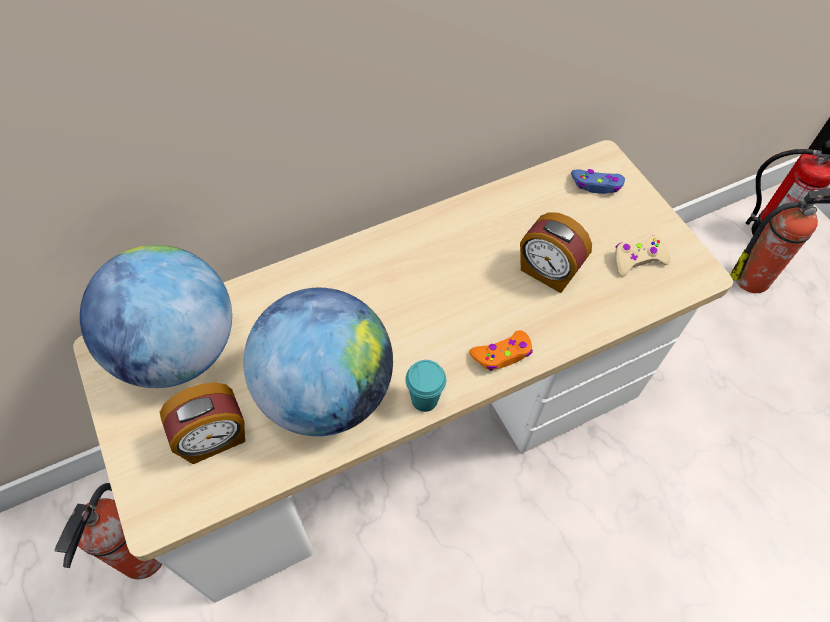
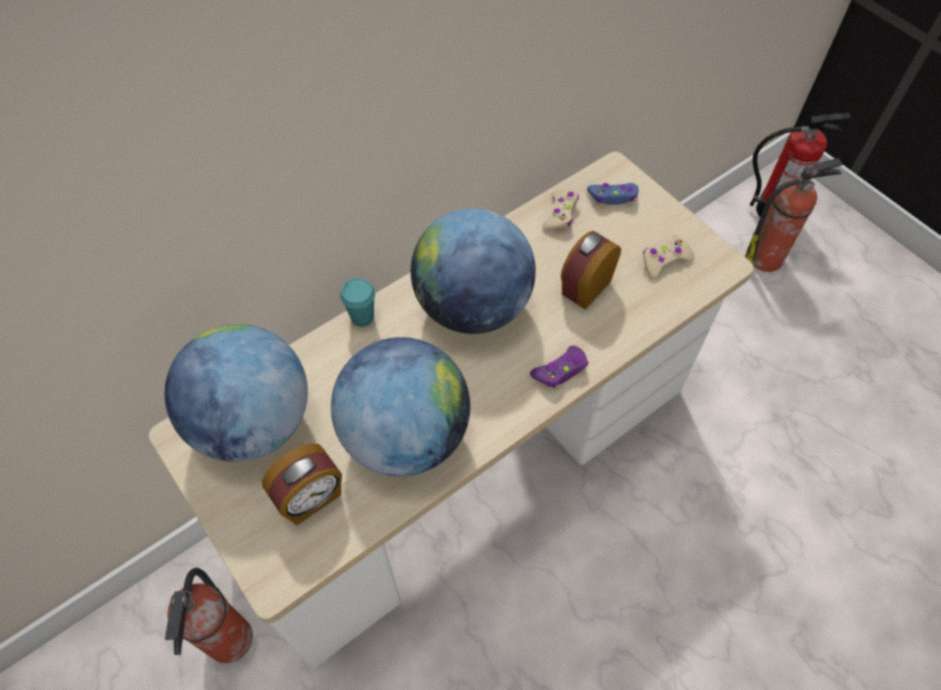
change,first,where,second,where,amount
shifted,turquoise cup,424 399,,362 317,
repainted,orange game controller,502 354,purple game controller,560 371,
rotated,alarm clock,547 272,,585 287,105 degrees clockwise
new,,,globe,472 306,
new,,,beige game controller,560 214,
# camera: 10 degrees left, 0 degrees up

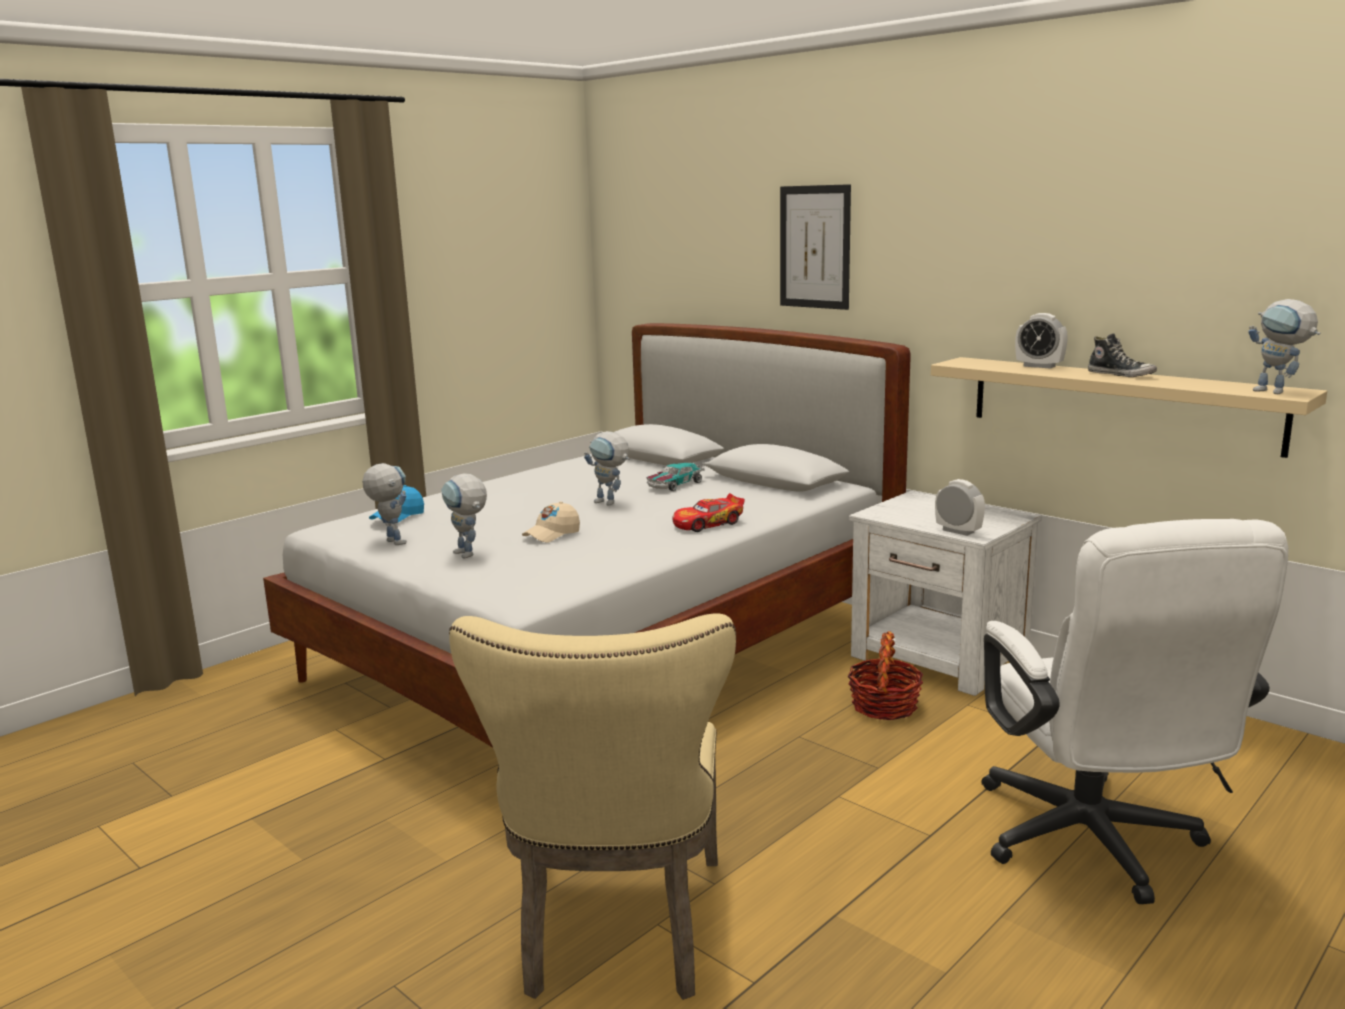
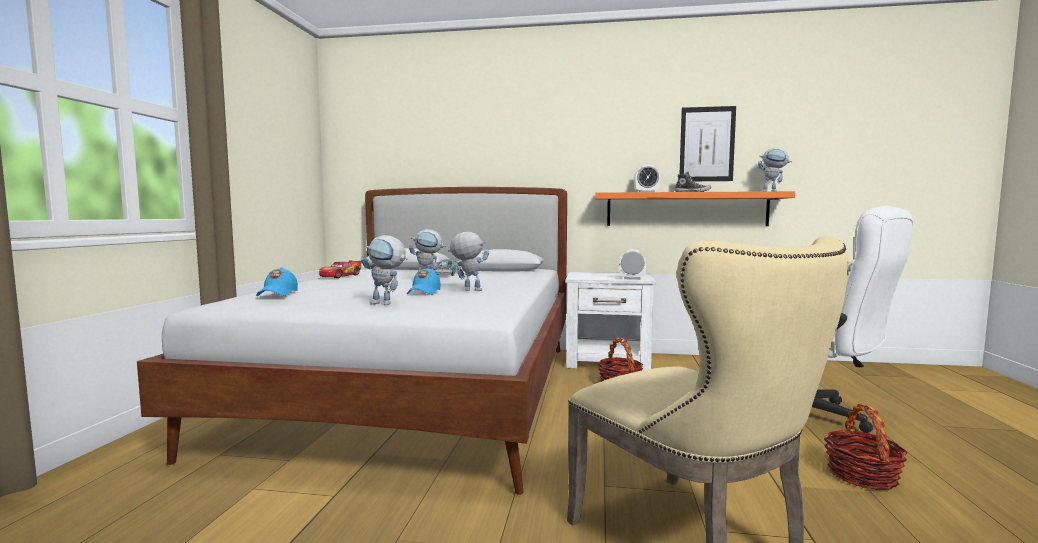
change,first,where,second,where,amount
shifted,toy robot,391 541,,467 290,
repainted,beige cap,552 534,blue cap,424 292,
shifted,toy car,708 524,,341 276,
shifted,picture,815 247,,707 144,
repainted,beige shelf,1120 403,orange shelf,686 209,
new,,,basket,862 475,
# camera: 35 degrees left, 10 degrees down

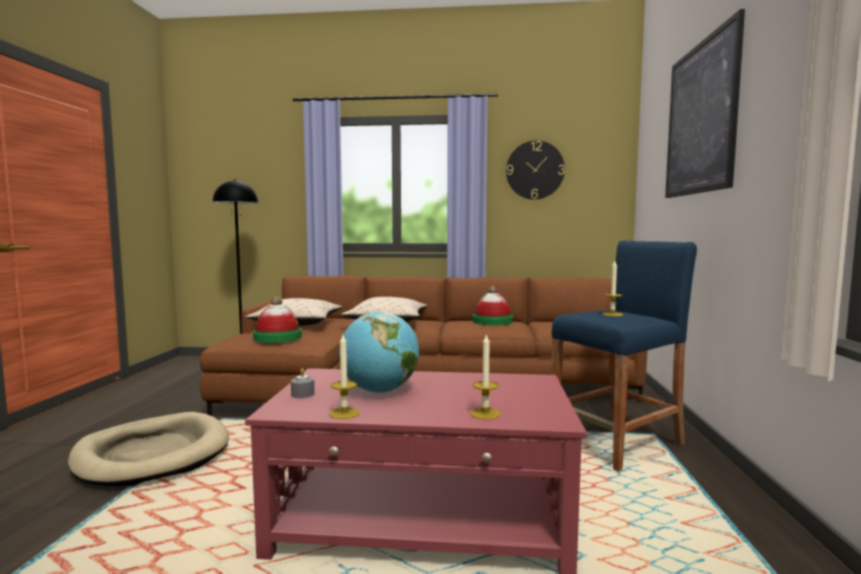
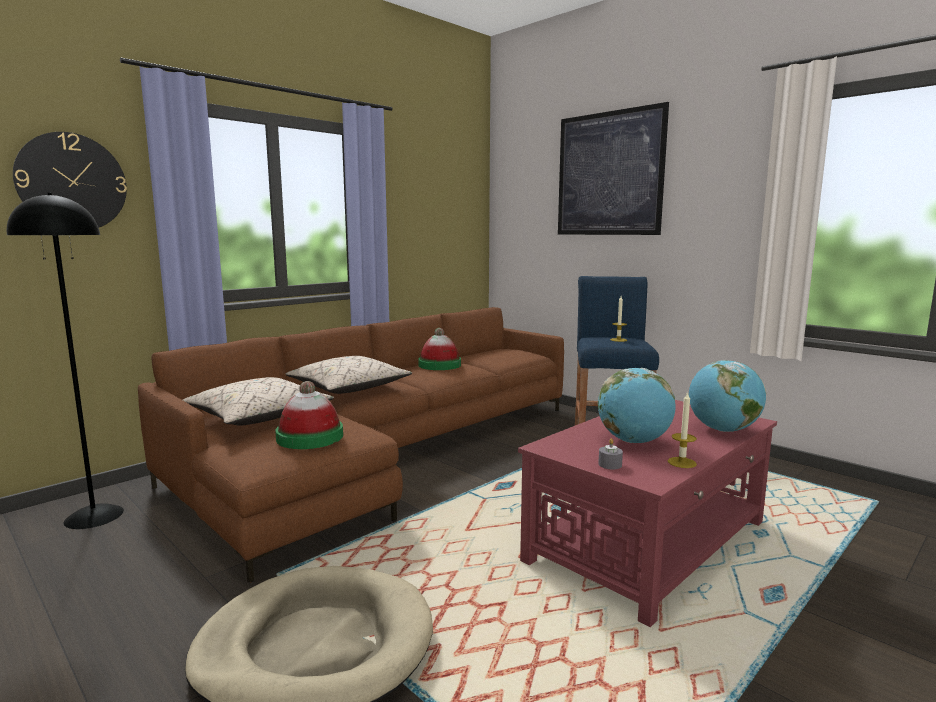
change,first,where,second,where,amount
swapped,candle,485 413,globe,723 430,
shifted,wall clock,535 170,,72 182,
# camera: 50 degrees left, 5 degrees up

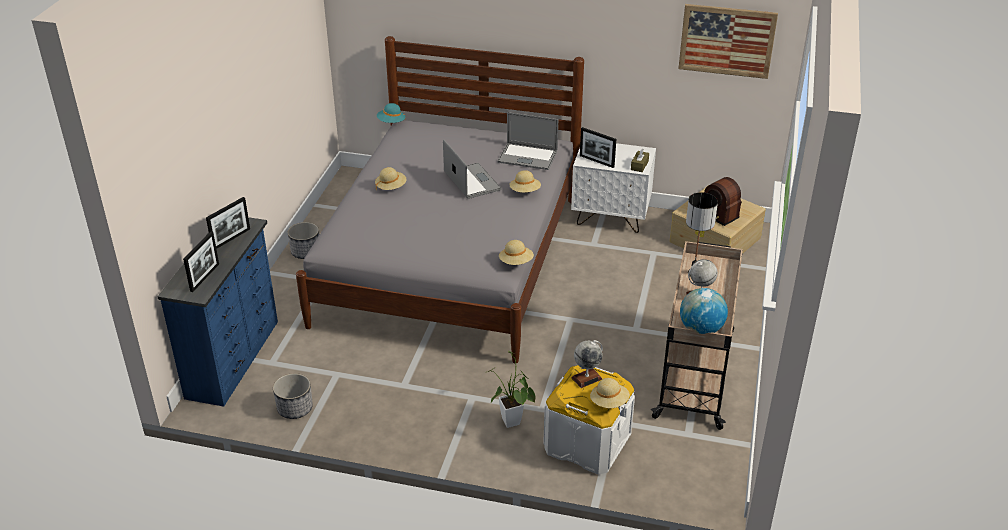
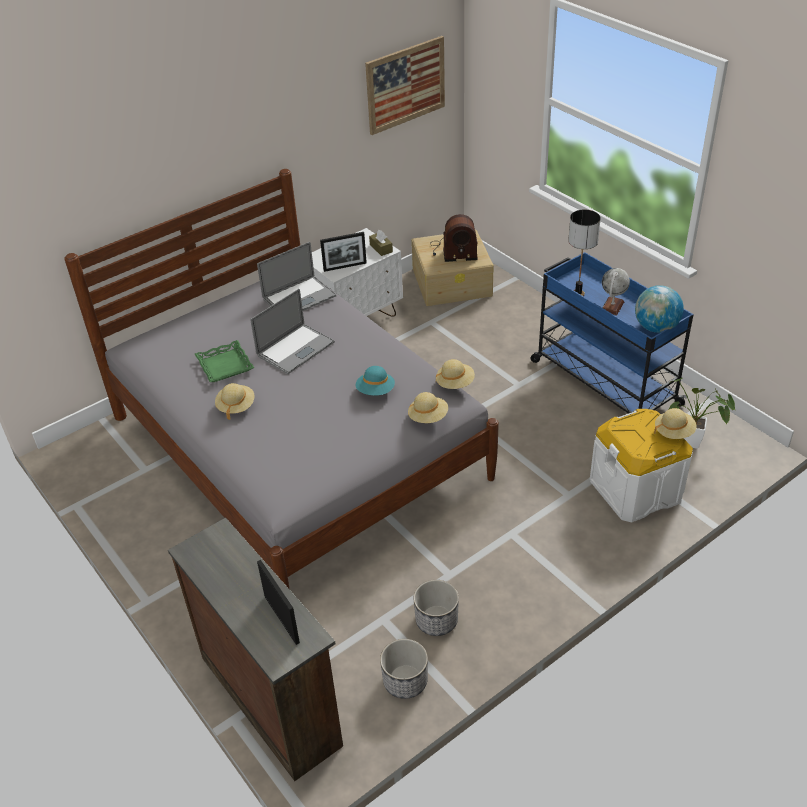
change,first,where,second,where,amount
repainted,blue dresser,235 358,brown dresser,271 698,
gone,picture frame,231 239,,,
shifted,planter,306 252,,436 620,
shifted,turquoise hat,391 122,,375 391,
rotated,laptop,472 181,,295 349,120 degrees clockwise
shifted,potted plant,512 425,,696 444,
shifted,beige hat,525 191,,428 417,
gone,globe,586 378,,,
repainted,beige cart,695 372,blue cart,603 382,
new,,,green tray,224 365,
# camera: 50 degrees left, 5 degrees up

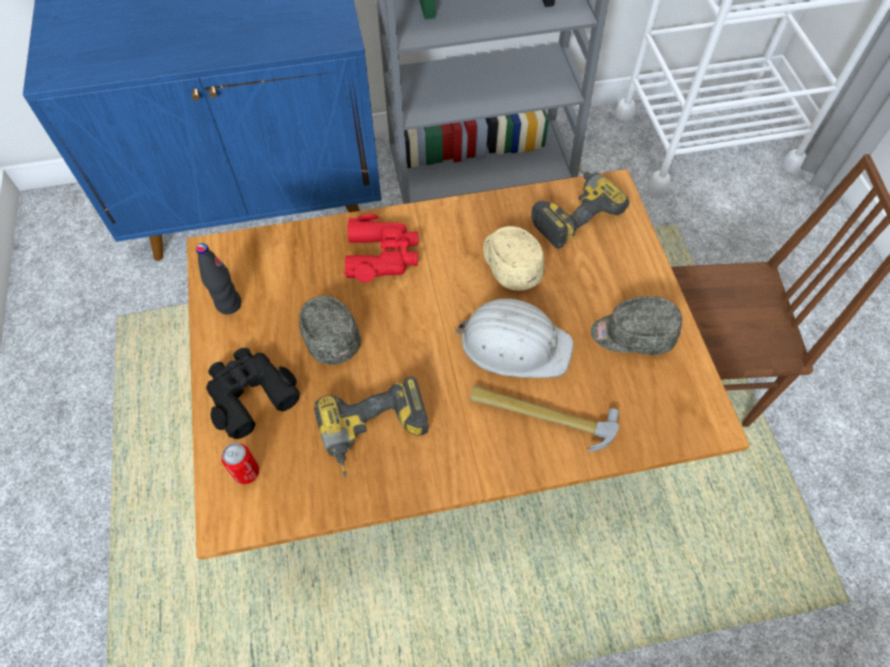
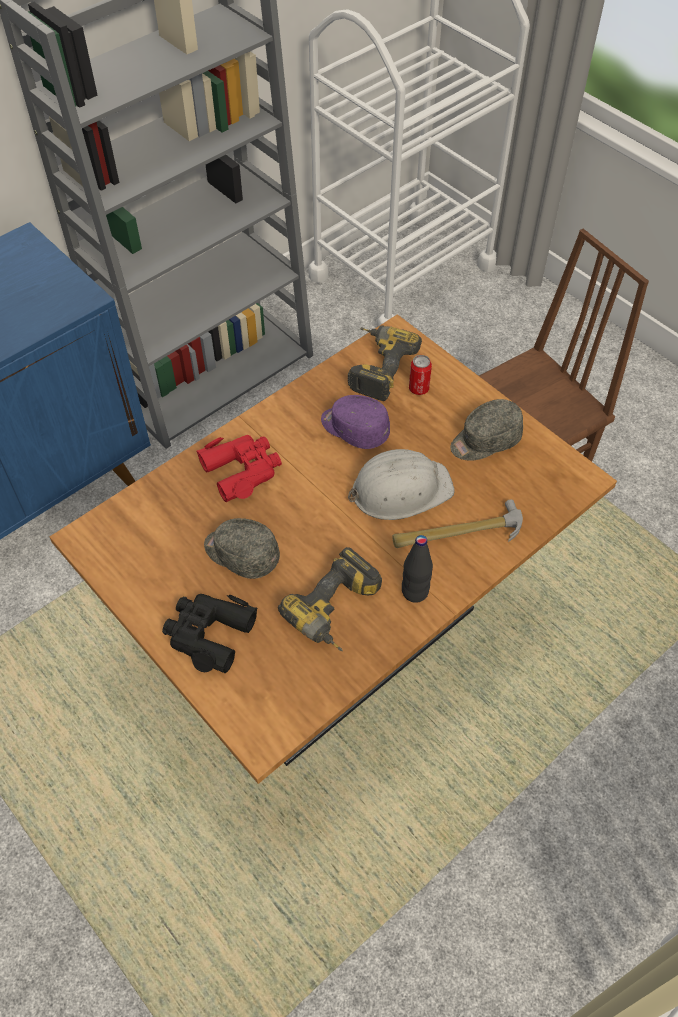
change,first,where,second,where,amount
shifted,black bottle,228 304,,414 592,
shifted,can,246 472,,418 388,
repainted,beige cap,510 263,purple cap,354 429,
# camera: 30 degrees left, 5 degrees down

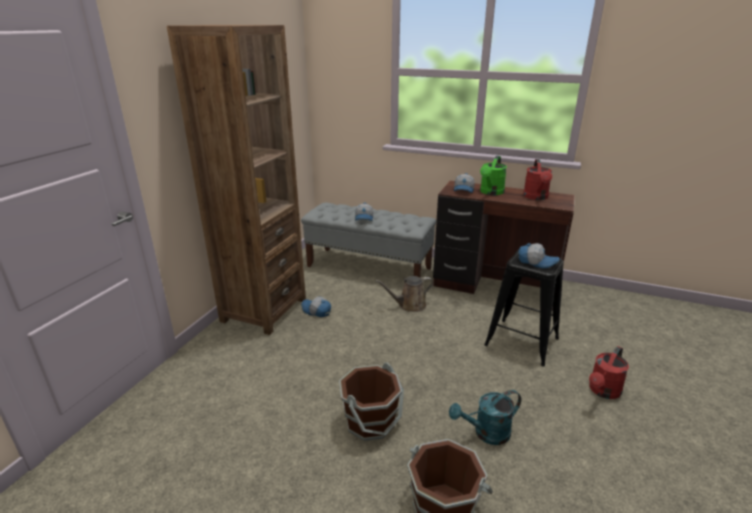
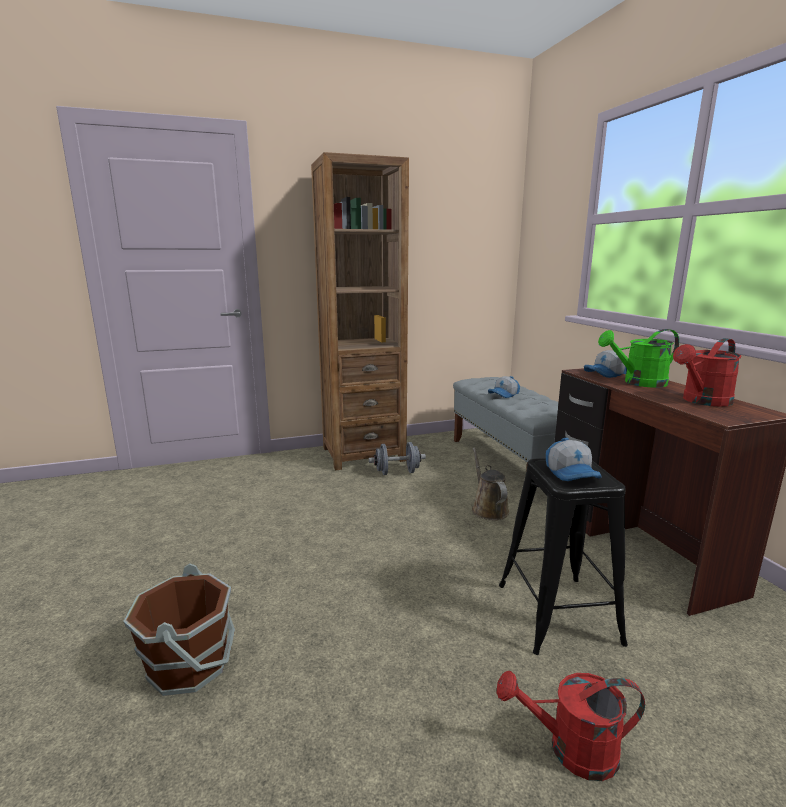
change,first,where,second,where,amount
swapped,cap,316 311,grey dumbbell,397 472,
gone,brown bucket,371 422,,,
rotated,brown watering can,409 305,,488 508,45 degrees clockwise
gone,turquoise watering can,486 433,,,
# camera: 50 degrees right, 10 degrees down

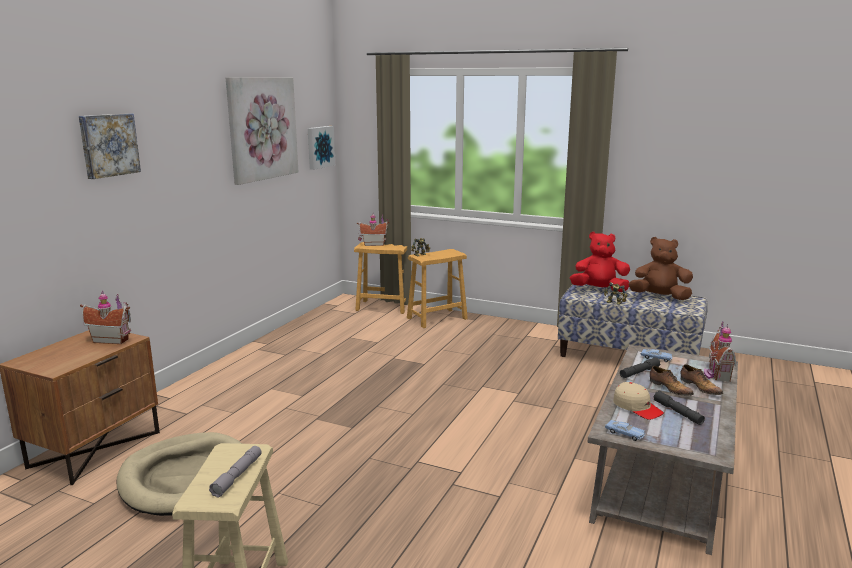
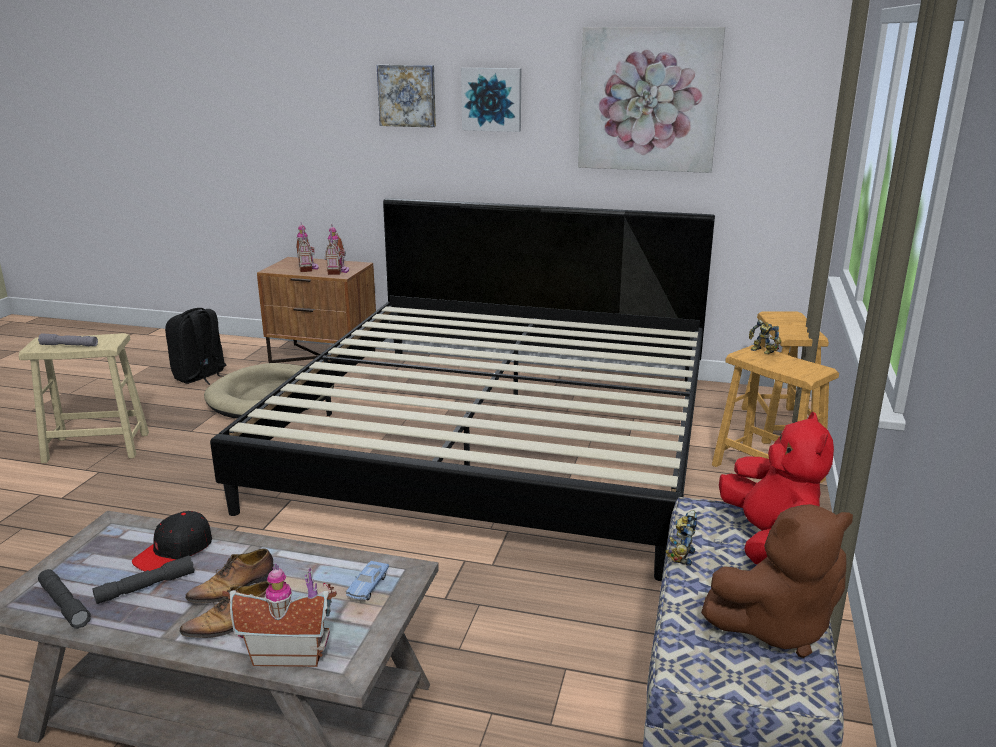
change,first,where,second,where,amount
shifted,picture,319 147,,492 99,
shifted,toy house,373 244,,308 268,
gone,blue toy car,624 434,,,
repainted,beige cap,637 407,black cap,174 551,
shifted,grey flashlight,639 372,,64 605,
rotated,brown plush toy,659 297,,776 627,75 degrees clockwise
new,,,black backpack,200 376,
new,,,bed,497 437,
# camera: 80 degrees right, 5 degrees up

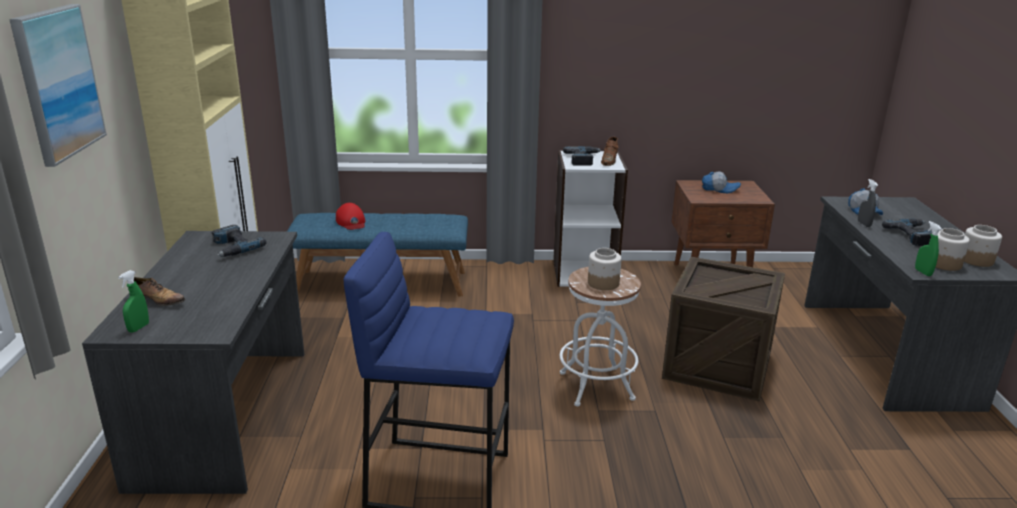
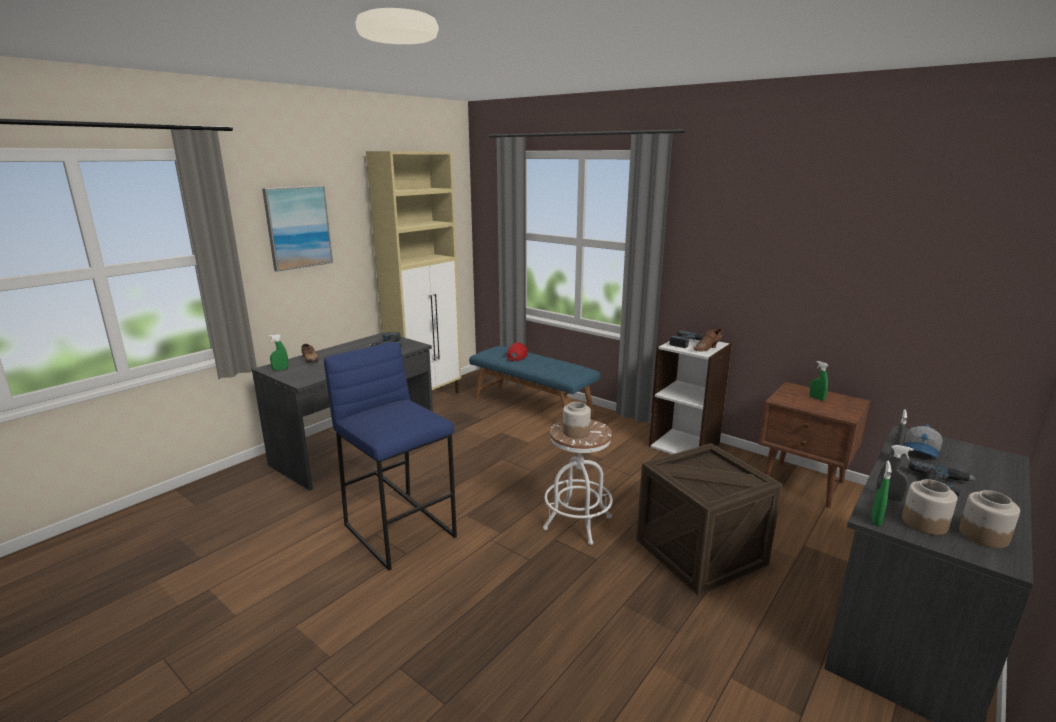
change,first,where,second,where,amount
swapped,cap,719 189,green spray bottle,816 398,
new,,,grey spray bottle,889 498,
# camera: 40 degrees right, 5 degrees down

